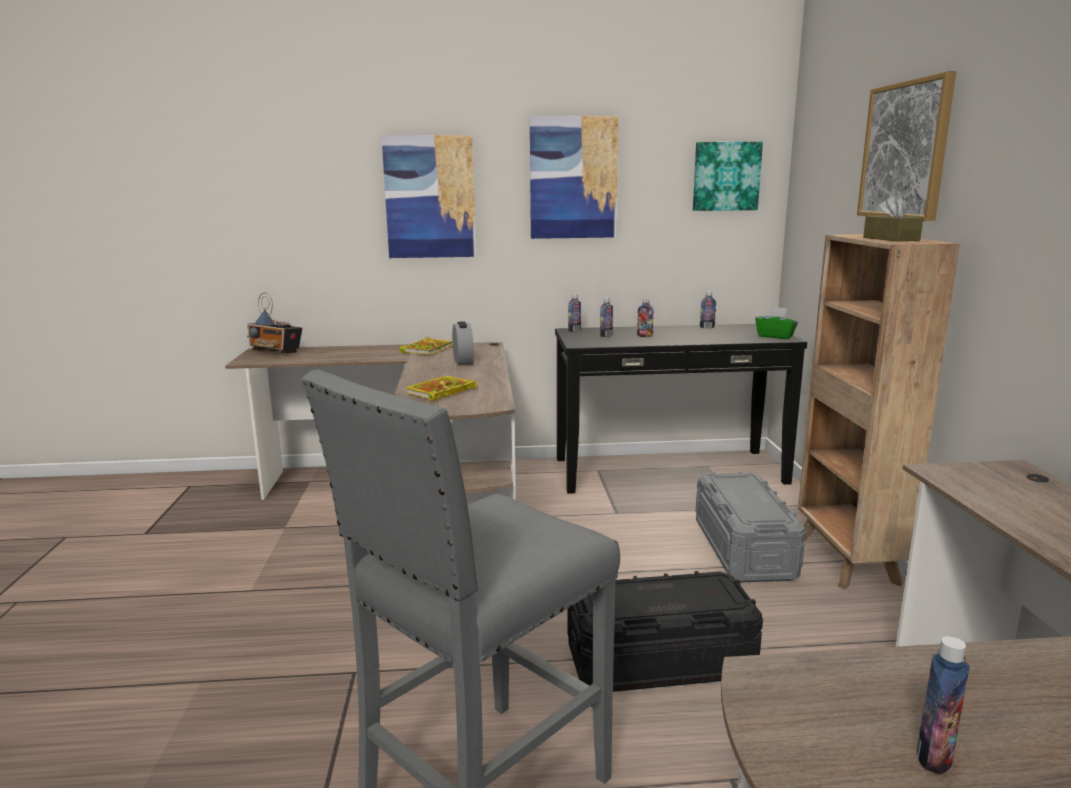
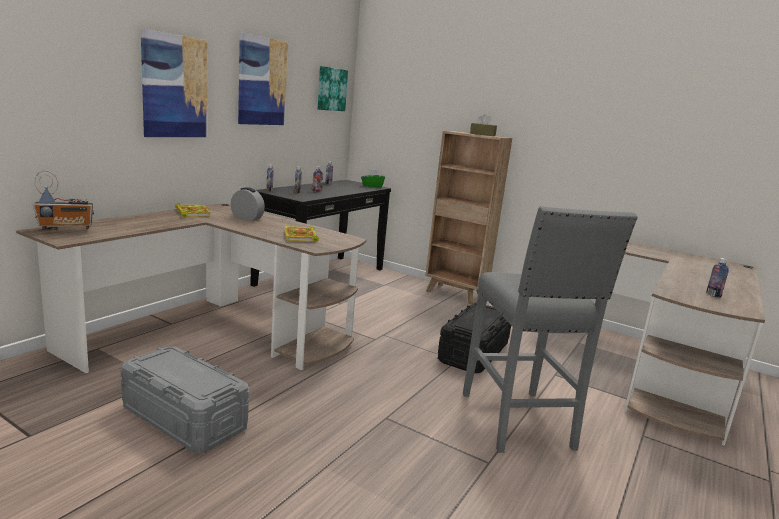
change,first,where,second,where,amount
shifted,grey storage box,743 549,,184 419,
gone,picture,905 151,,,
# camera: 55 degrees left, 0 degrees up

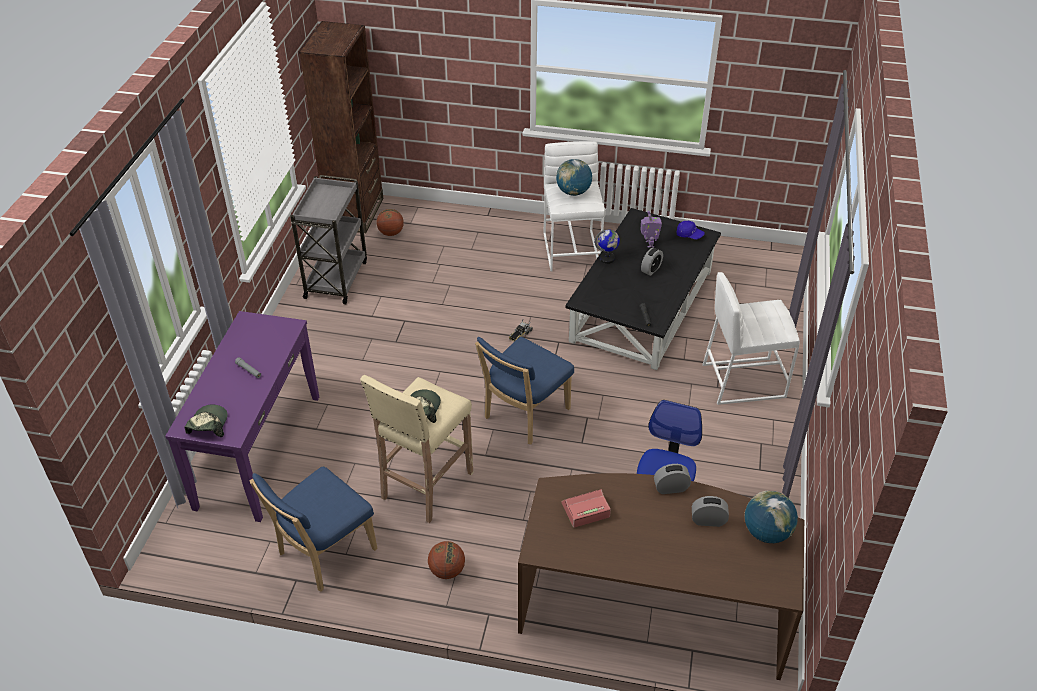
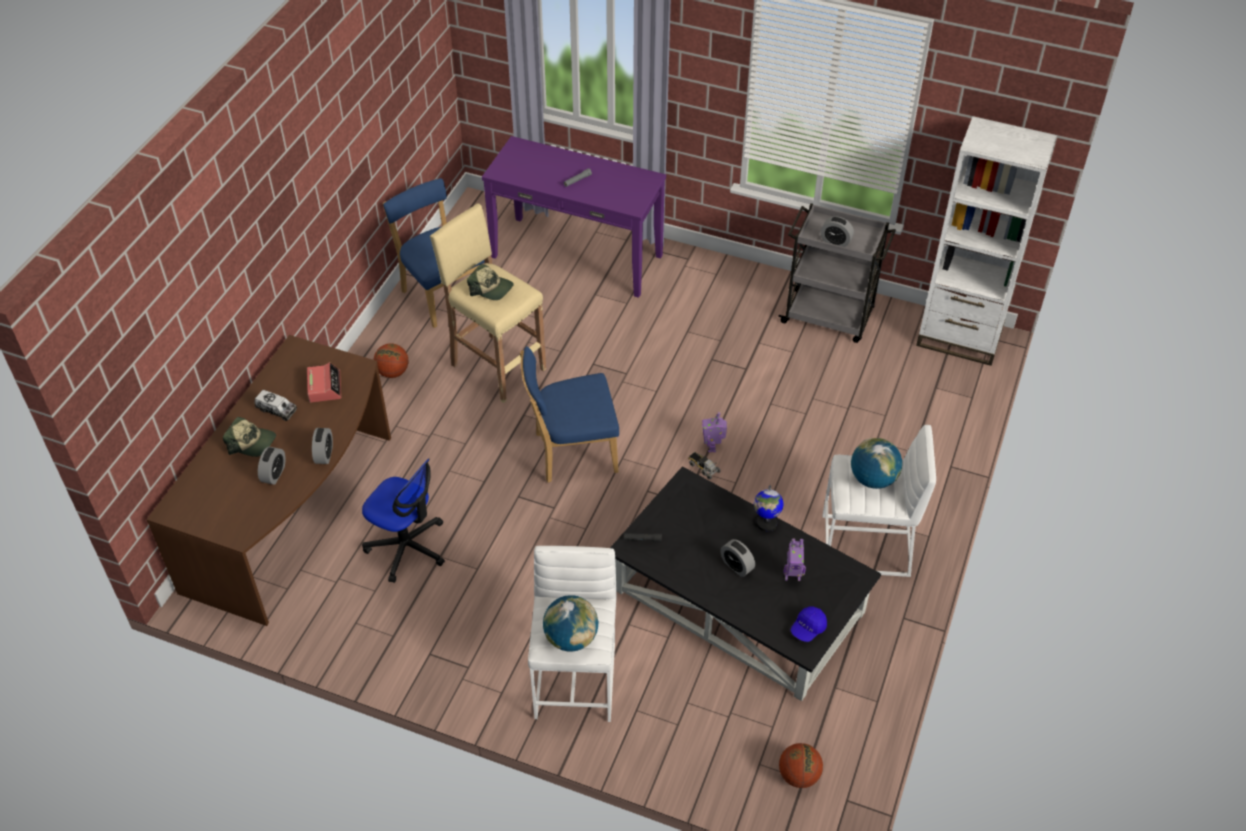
change,first,where,second,where,amount
shifted,cap,208 425,,252 442,
repainted,brown bookcase,355 213,white bookcase,959 338,
shifted,basketball,391 233,,798 775,
rotated,blue chair,524 415,,571 453,60 degrees counterclockwise
shifted,globe,766 533,,571 638,
new,,,toy truck,276 410,
new,,,toy robot,712 447,
new,,,alarm clock,835 241,
# camera: 100 degrees right, 5 degrees up

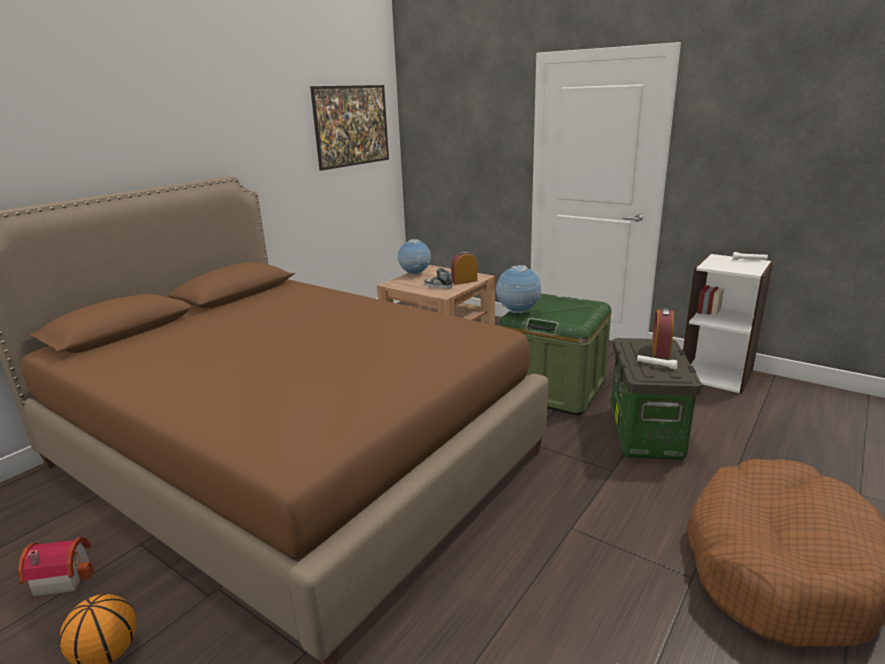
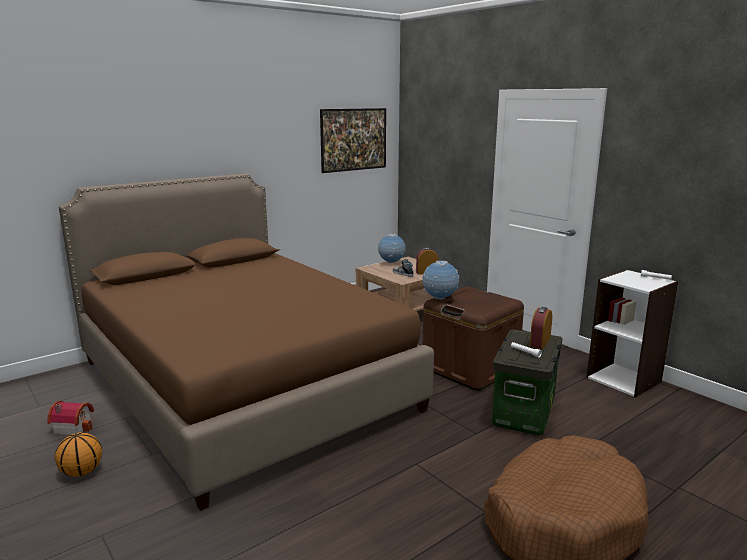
change,first,where,second,where,amount
repainted,green storage box,553 388,brown storage box,470 368,
# camera: 15 degrees right, 5 degrees down

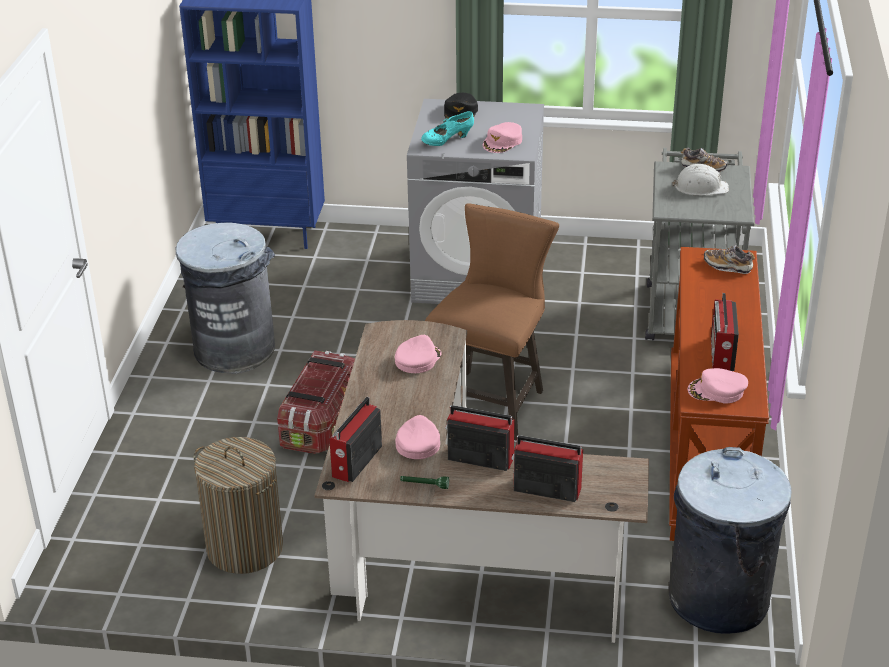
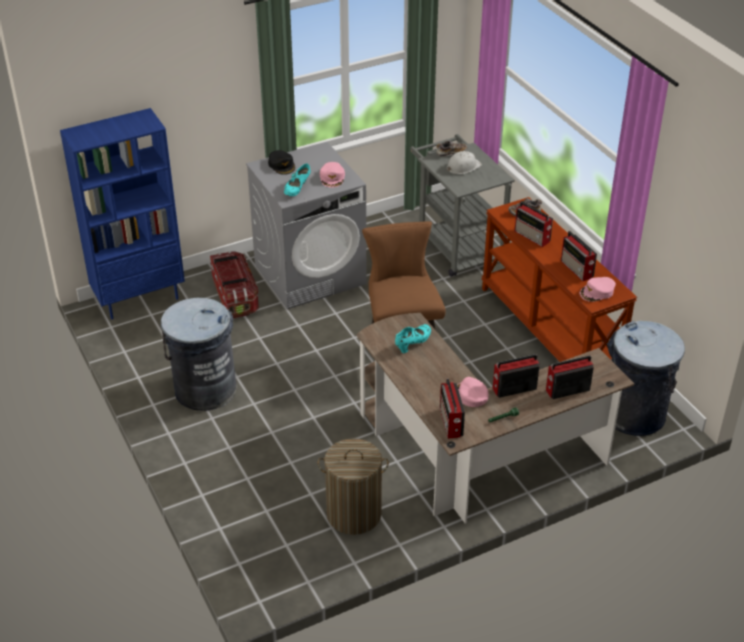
change,first,where,second,where,amount
shifted,storage box,323 422,,235 297,
swapped,pink cap,417 359,turquoise shoe,413 343,
new,,,radio,532 237,
# camera: 35 degrees left, 5 degrees up

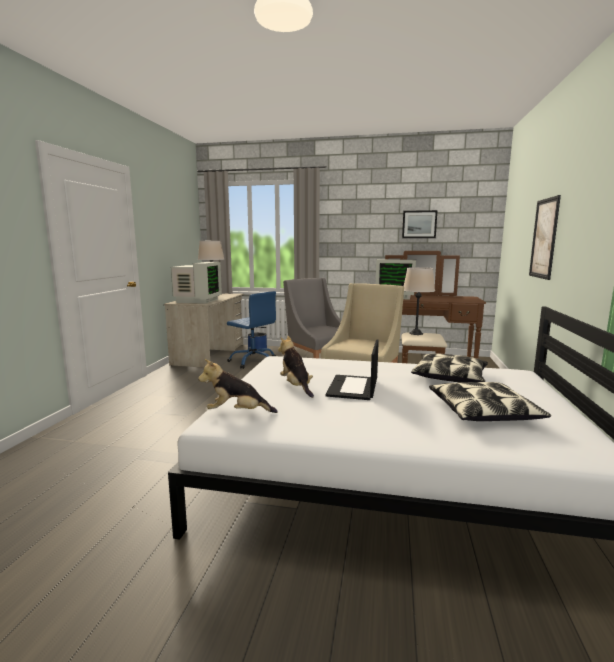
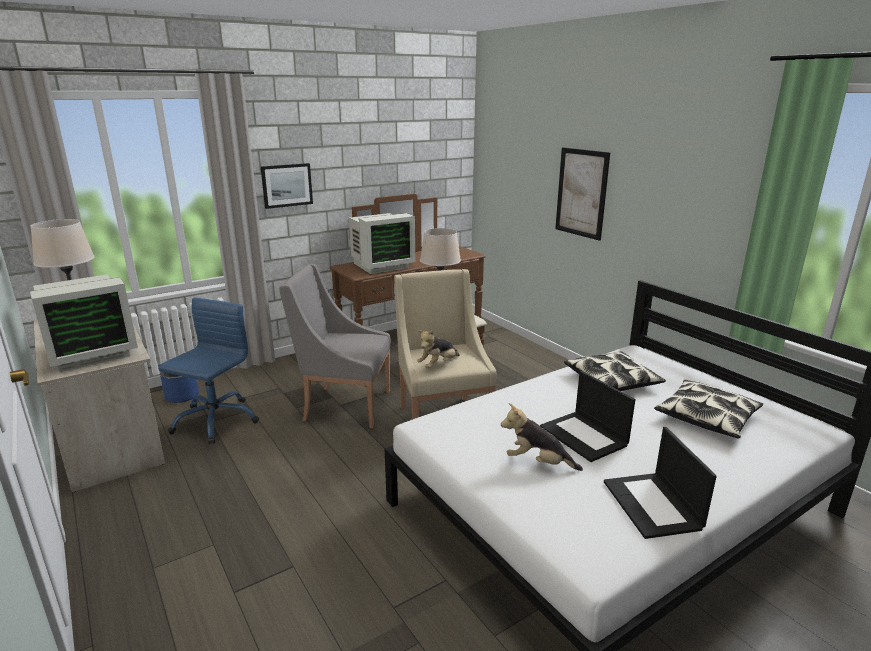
change,first,where,second,where,amount
rotated,monitor,197 301,,91 353,90 degrees clockwise
shifted,plush toy,237 413,,438 365,
rotated,blue office chair,253 361,,215 420,60 degrees counterclockwise
shifted,picture,419 224,,287 185,
new,,,laptop,653 505,
# camera: 45 degrees left, 10 degrees up

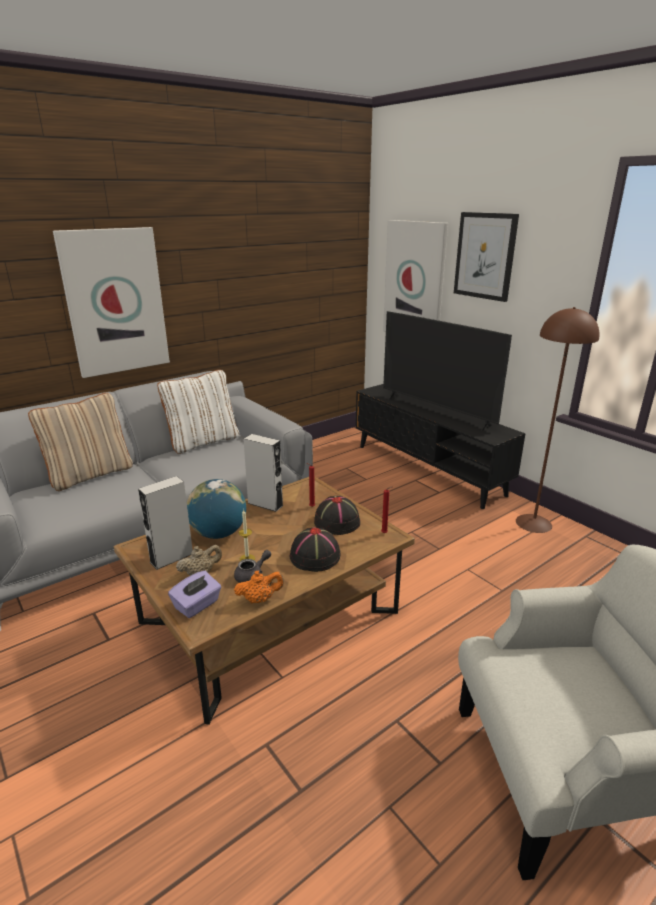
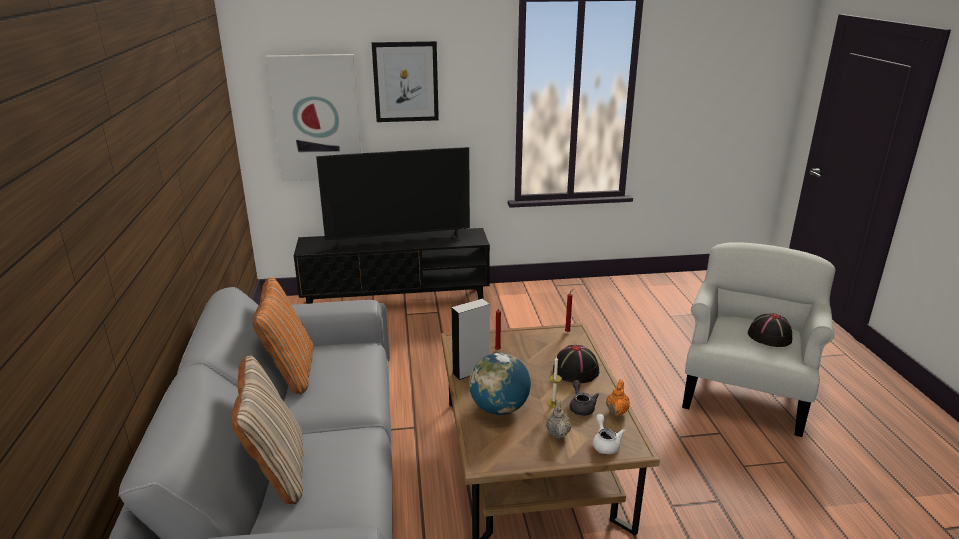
change,first,where,second,where,amount
gone,picture,115 302,,,
gone,grey speaker,171 558,,,
repainted,white pillow,203 441,orange pillow,290 371,
swapped,purple tissue box,197 605,white teapot,605 443,
shifted,black hat,337 521,,769 336,
gone,brown floor lamp,534 523,,,
# camera: 60 degrees left, 0 degrees up

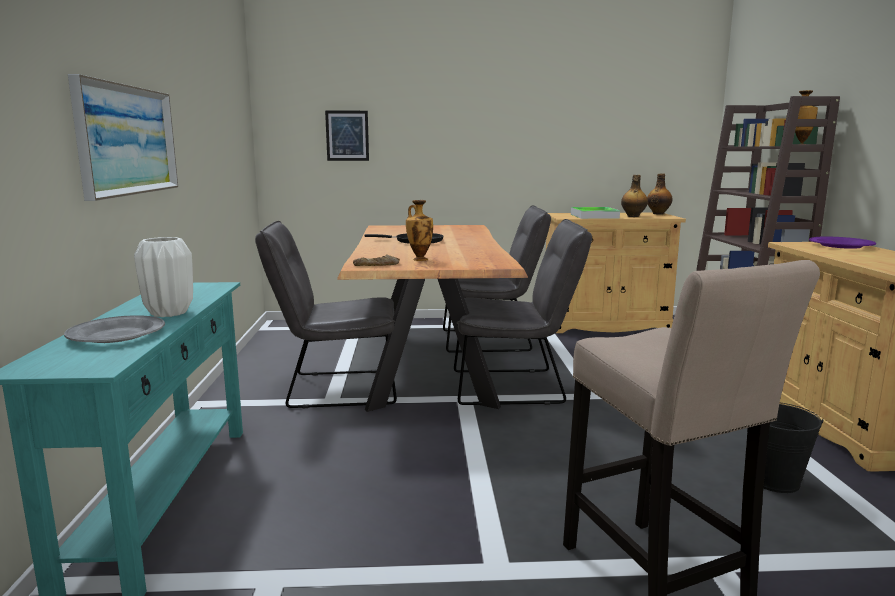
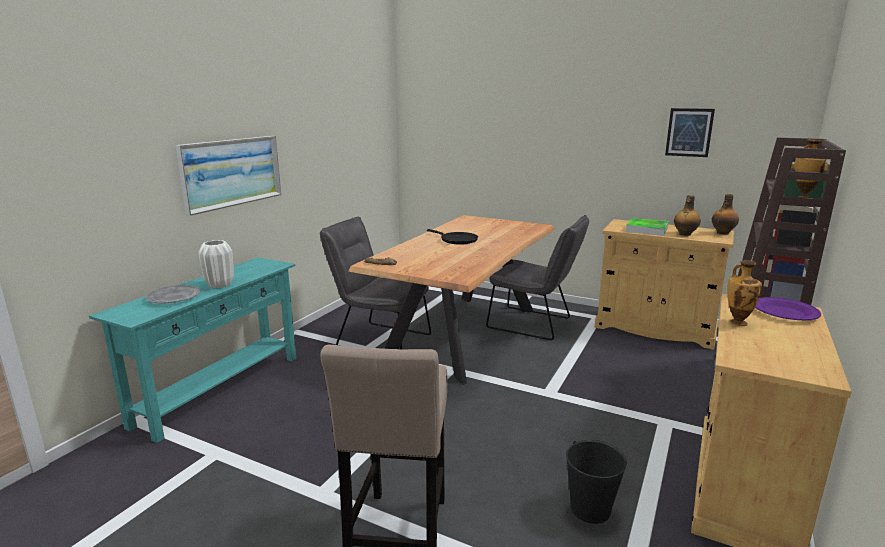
change,first,where,second,where,amount
shifted,picture,347 135,,689 132,
shifted,vase,419 259,,737 322,
gone,grey chair,516 387,,,
# camera: 30 degrees right, 5 degrees up

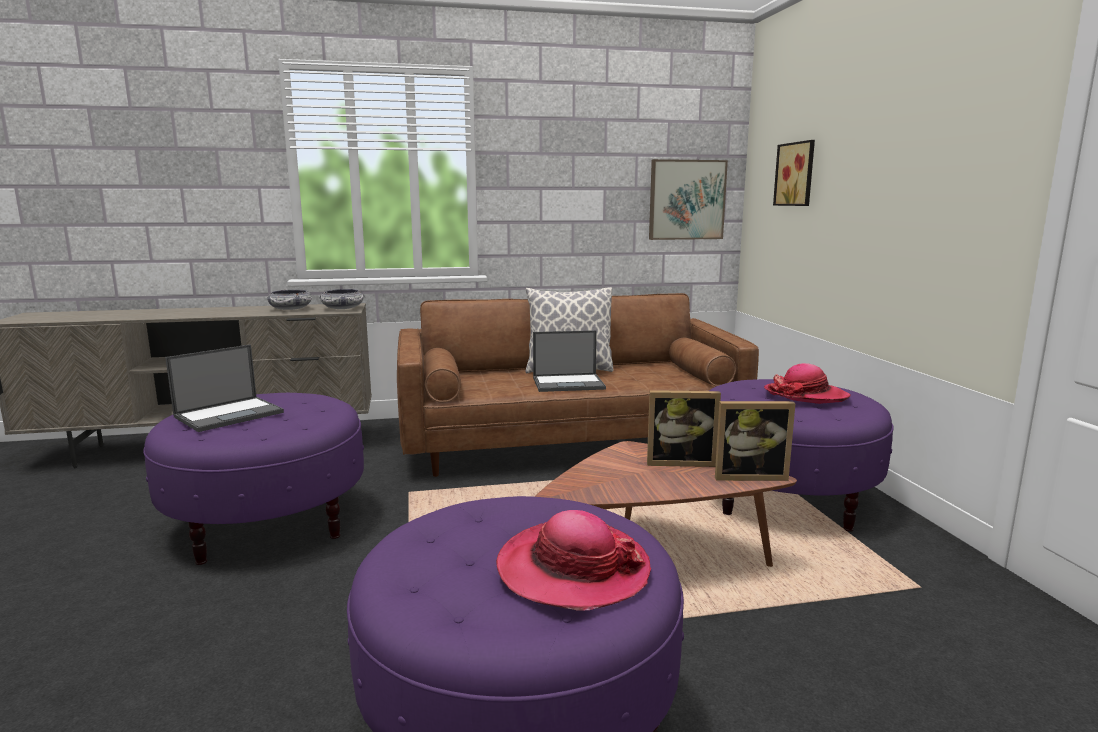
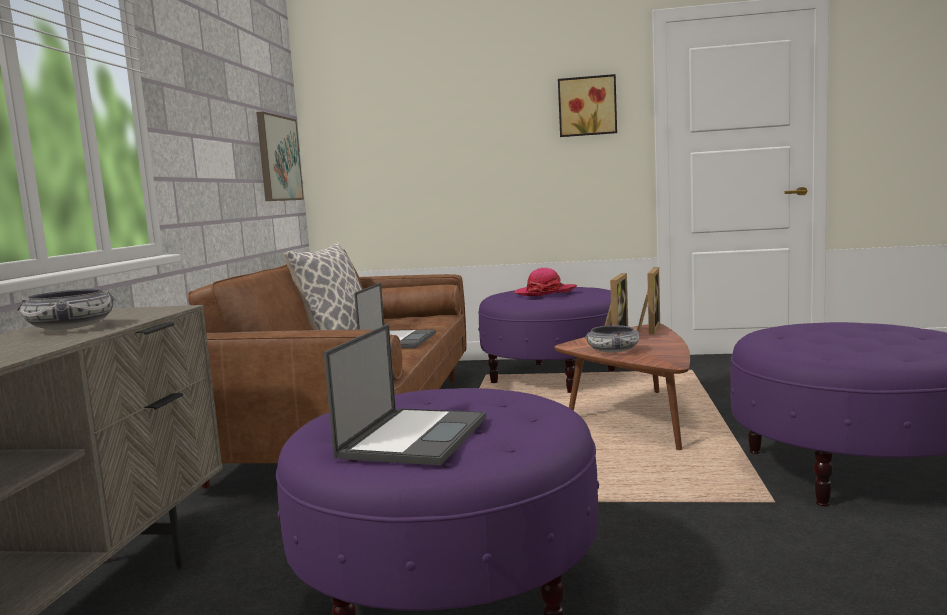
change,first,where,second,where,amount
rotated,laptop,230 414,,414 436,45 degrees clockwise
shifted,bowl,342 308,,612 351,
gone,hat,573 569,,,
shifted,picture,797 174,,587 106,
# camera: 70 degrees left, 5 degrees down

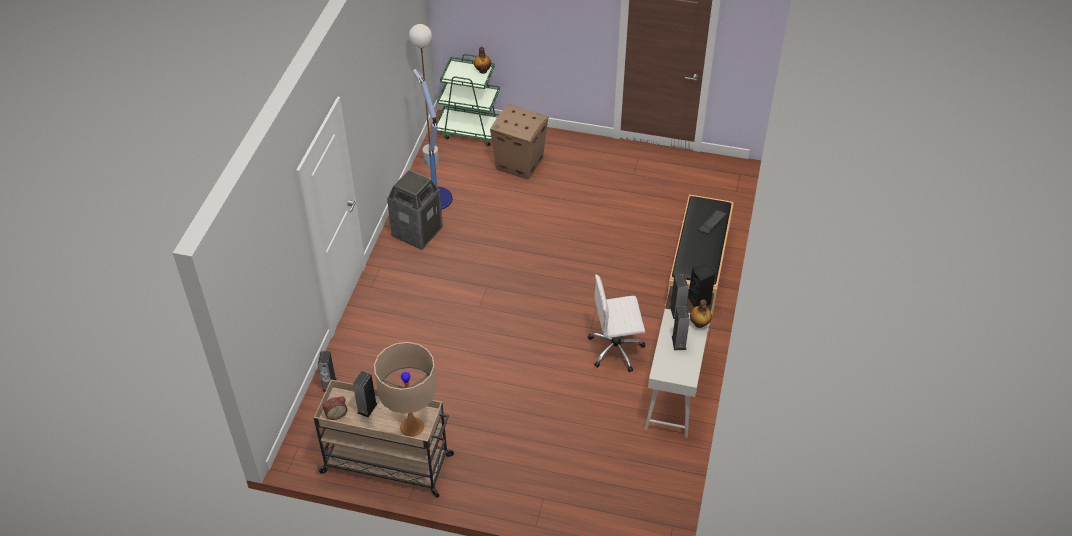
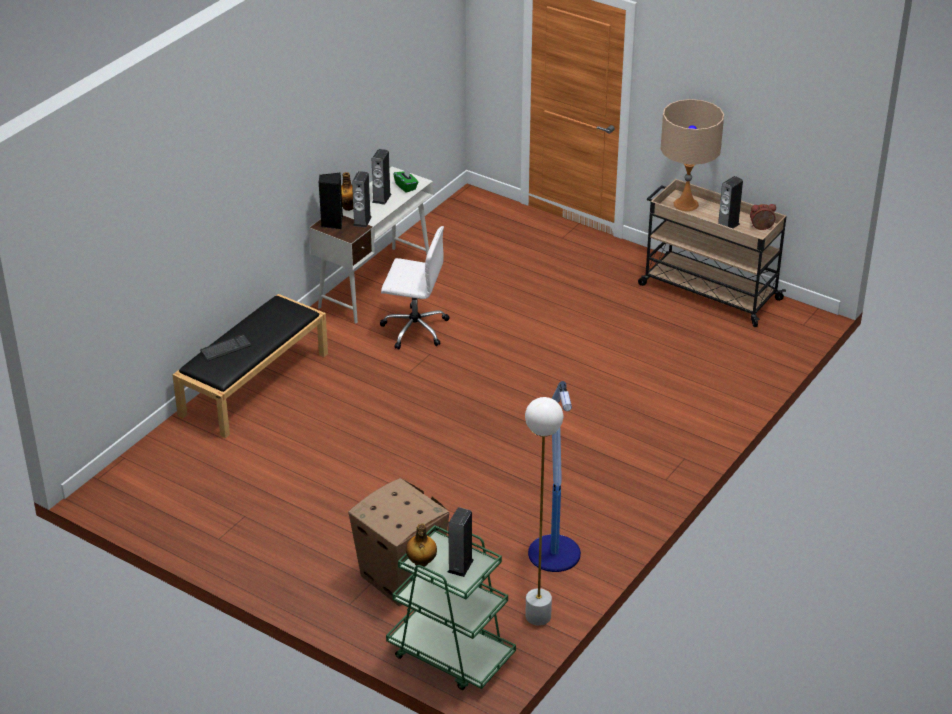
change,first,where,second,where,amount
shifted,speaker,329 384,,460 566,
gone,trash can,417 232,,,
new,,,green tissue box,406 187,
# camera: 160 degrees left, 10 degrees down

